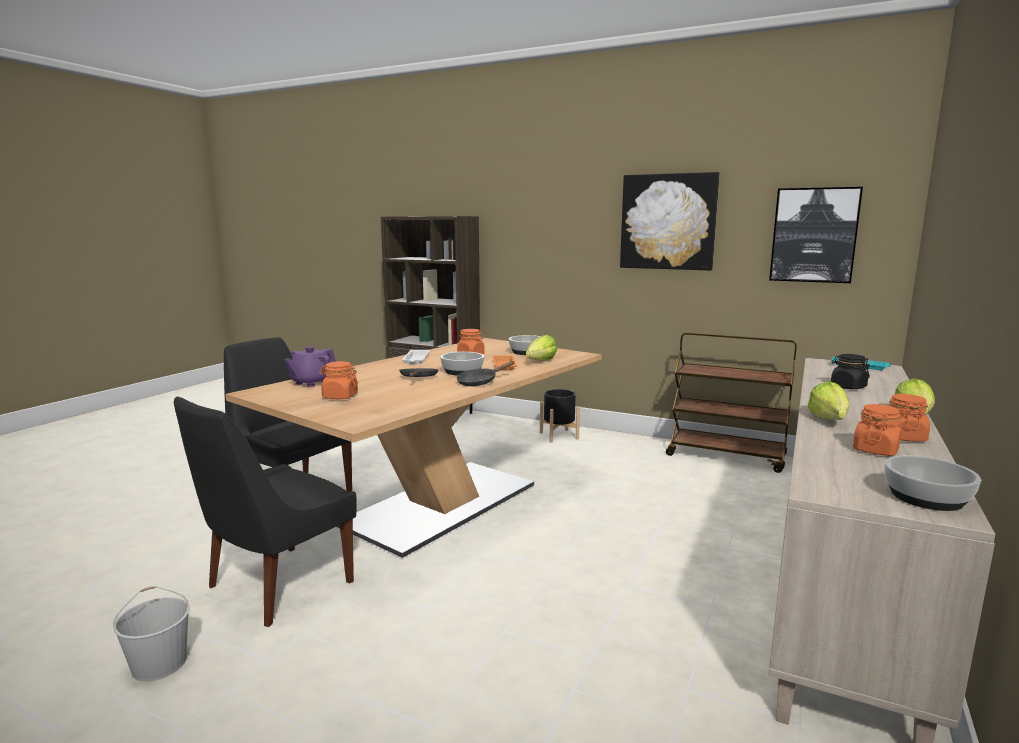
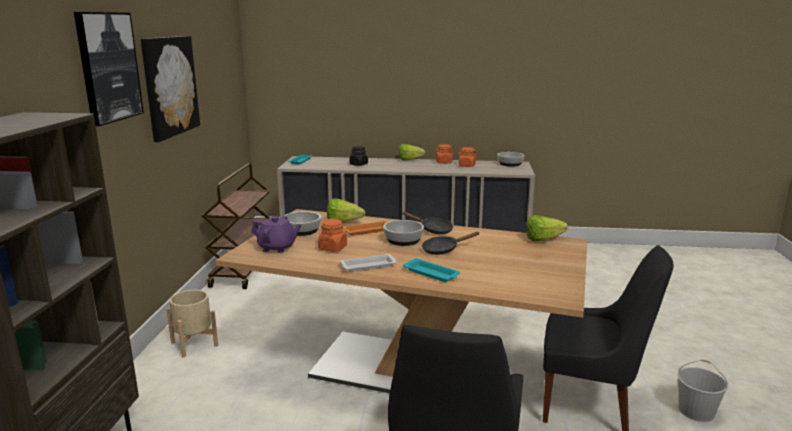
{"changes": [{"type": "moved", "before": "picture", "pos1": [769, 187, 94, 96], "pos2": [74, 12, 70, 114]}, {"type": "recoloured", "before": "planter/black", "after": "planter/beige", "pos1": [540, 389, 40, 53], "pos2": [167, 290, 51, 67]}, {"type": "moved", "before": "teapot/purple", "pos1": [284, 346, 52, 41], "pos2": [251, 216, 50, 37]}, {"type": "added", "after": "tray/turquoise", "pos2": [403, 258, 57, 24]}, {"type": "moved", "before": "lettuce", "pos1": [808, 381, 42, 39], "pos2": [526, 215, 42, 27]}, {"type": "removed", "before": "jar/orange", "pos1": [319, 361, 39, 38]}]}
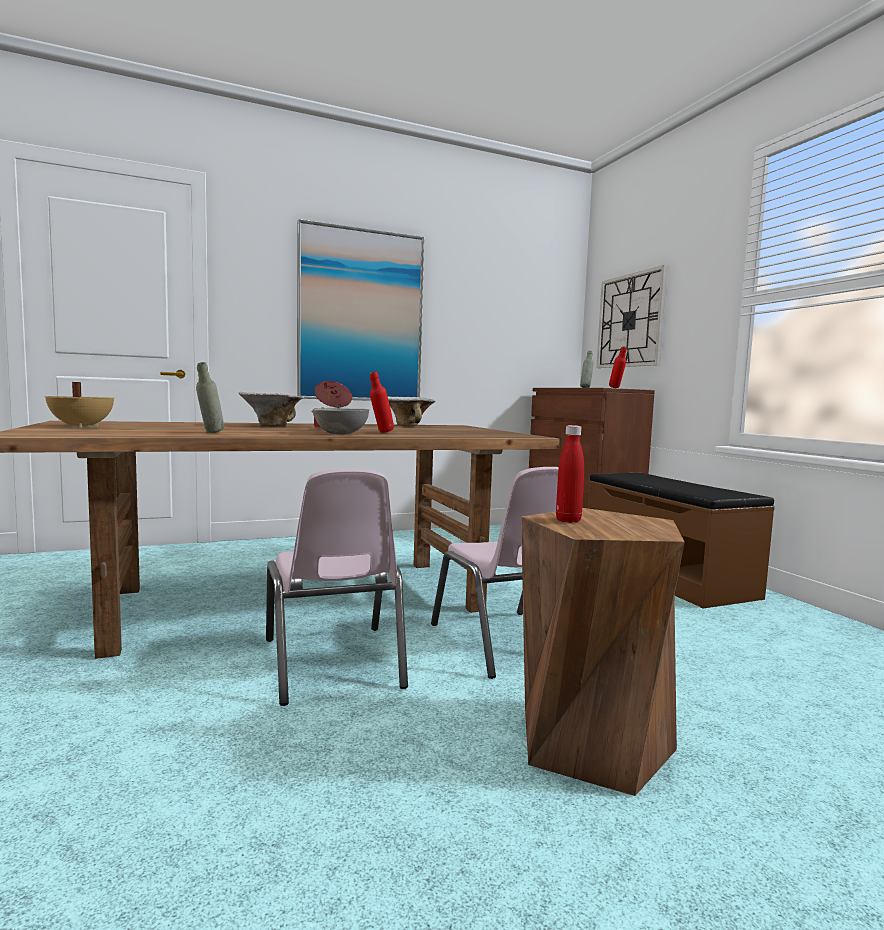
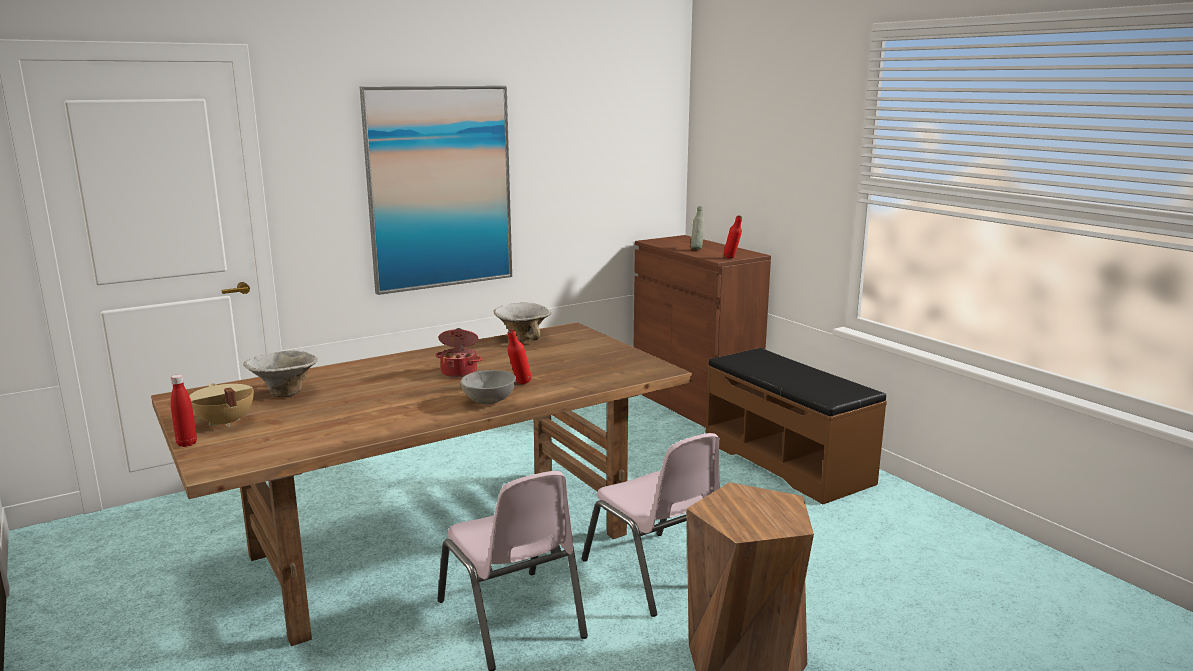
{"changes": [{"type": "moved", "before": "bottle/red", "pos1": [556, 425, 28, 98], "pos2": [171, 374, 26, 73]}, {"type": "moved", "before": "bowl", "pos1": [239, 392, 65, 35], "pos2": [243, 351, 75, 46]}, {"type": "removed", "before": "bottle/grey", "pos1": [196, 362, 28, 71]}, {"type": "removed", "before": "wall clock", "pos1": [596, 265, 71, 103]}]}
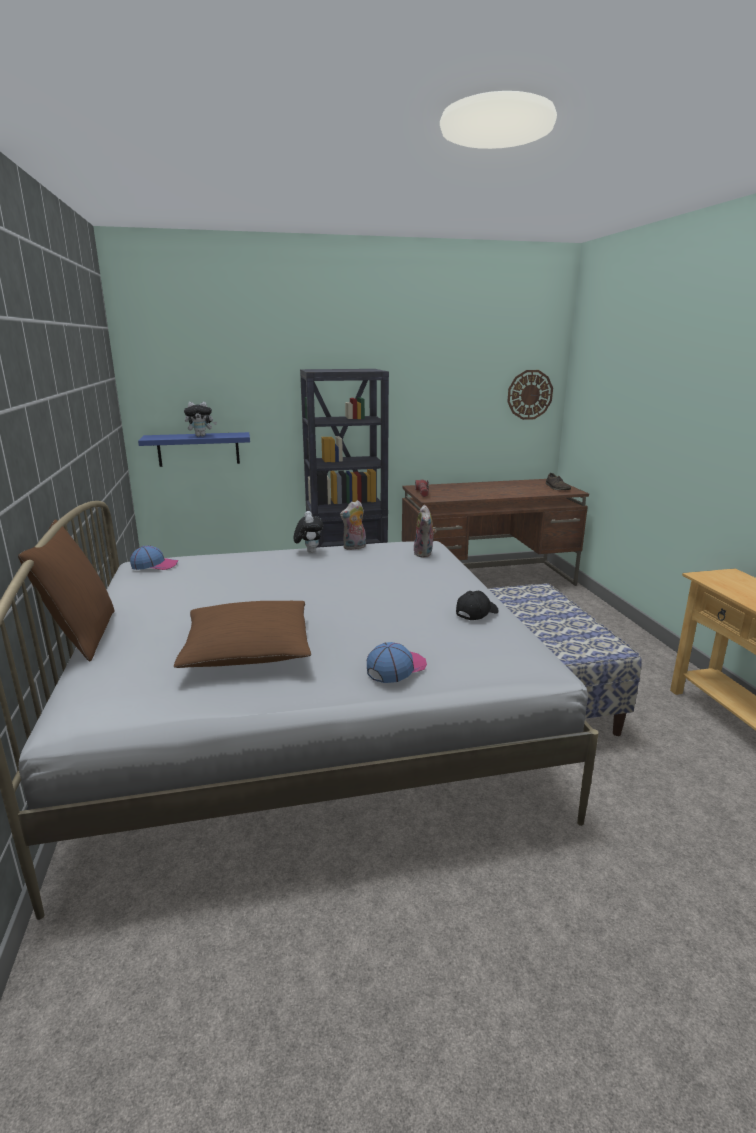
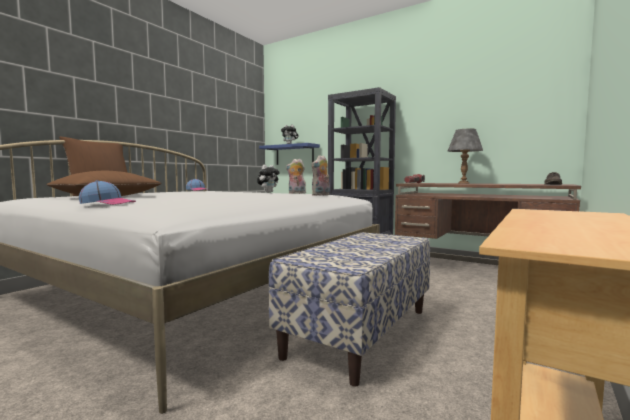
{"changes": [{"type": "added", "after": "table lamp/grey", "pos2": [448, 129, 35, 55]}, {"type": "removed", "before": "cap/black", "pos1": [456, 591, 43, 29]}, {"type": "removed", "before": "wall clock", "pos1": [507, 370, 46, 50]}]}
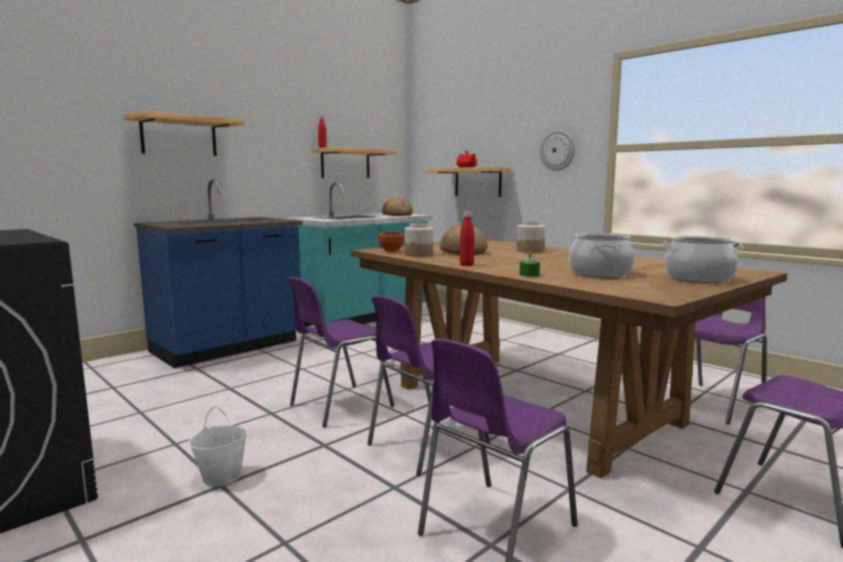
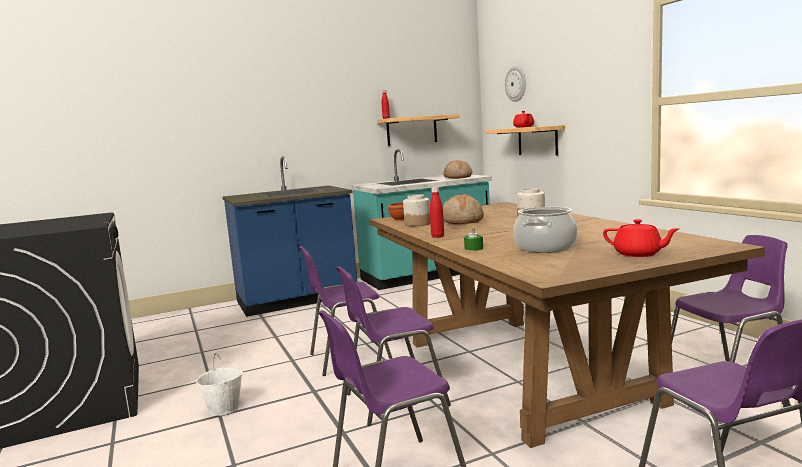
{"changes": [{"type": "moved", "before": "wall clock", "pos1": [540, 130, 35, 41], "pos2": [505, 66, 21, 36]}, {"type": "replaced", "before": "cooking pot", "after": "teapot/red", "pos1": [662, 236, 82, 47], "pos2": [603, 219, 76, 38]}, {"type": "removed", "before": "shelf", "pos1": [124, 111, 121, 45]}]}
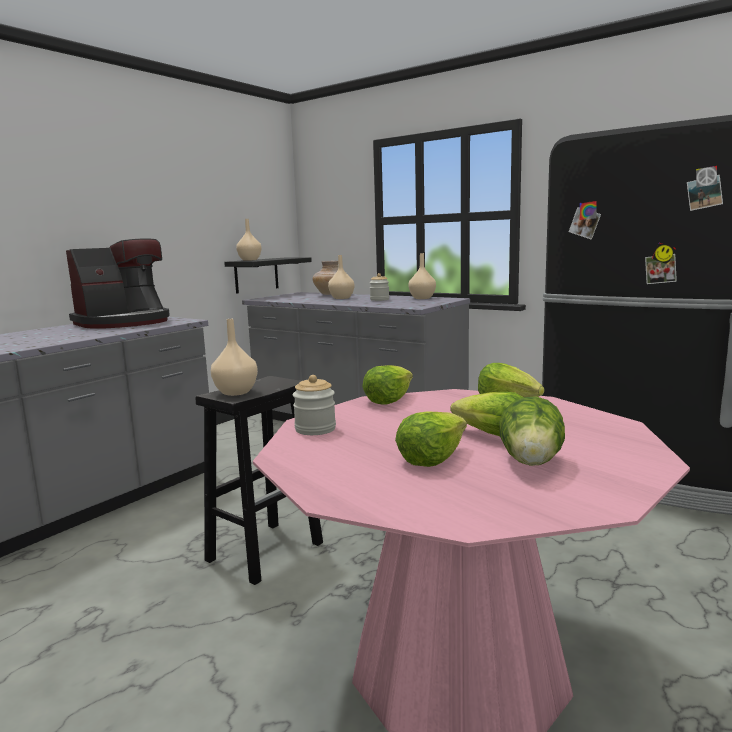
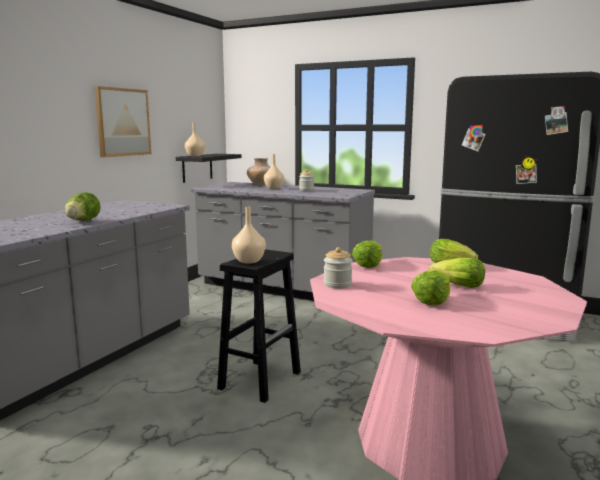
{"changes": [{"type": "moved", "before": "lettuce", "pos1": [499, 396, 66, 70], "pos2": [65, 192, 36, 29]}, {"type": "added", "after": "picture", "pos2": [94, 86, 57, 71]}, {"type": "removed", "before": "coffee machine", "pos1": [66, 238, 104, 91]}, {"type": "removed", "before": "vase/beige", "pos1": [408, 253, 28, 46]}]}
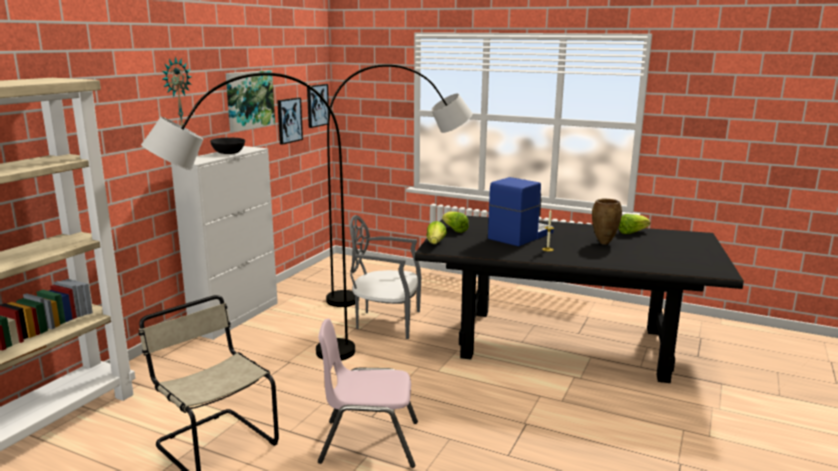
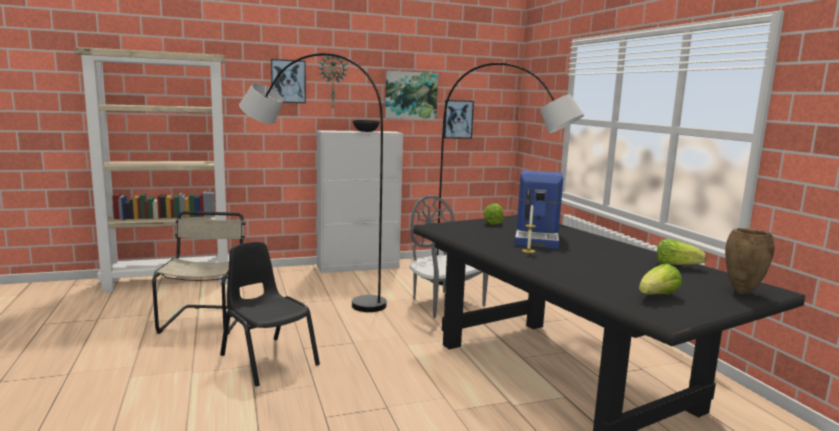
{"changes": [{"type": "recoloured", "before": "chair/pink", "after": "chair/black", "pos1": [318, 318, 100, 150], "pos2": [220, 242, 100, 145]}, {"type": "moved", "before": "picture", "pos1": [307, 84, 22, 44], "pos2": [271, 59, 35, 44]}, {"type": "turned", "before": "coffee machine", "pos1": [488, 177, 66, 70], "pos2": [514, 170, 49, 79], "turn": 105}, {"type": "moved", "before": "lettuce", "pos1": [426, 221, 21, 23], "pos2": [639, 264, 43, 31]}, {"type": "moved", "before": "vase/brown", "pos1": [592, 199, 30, 46], "pos2": [725, 228, 50, 67]}]}
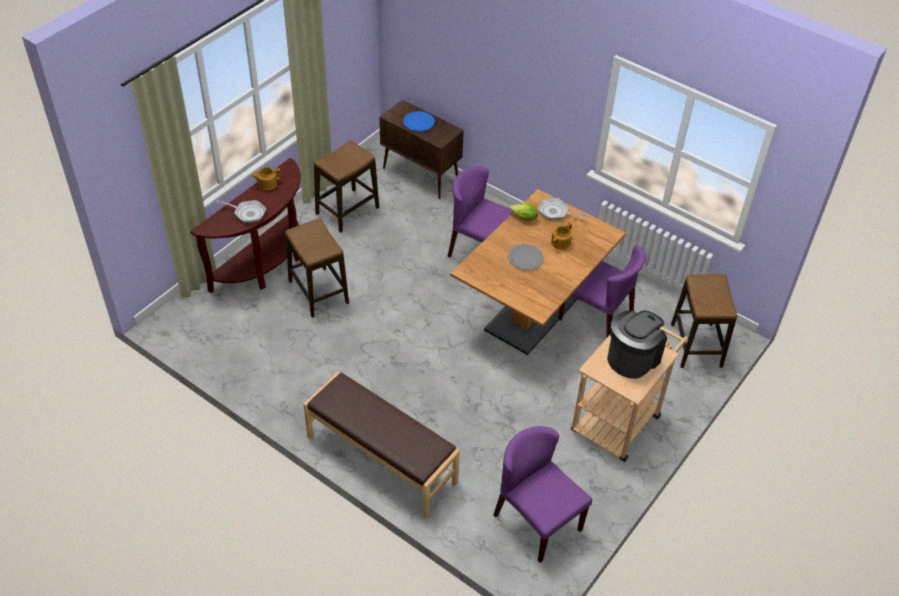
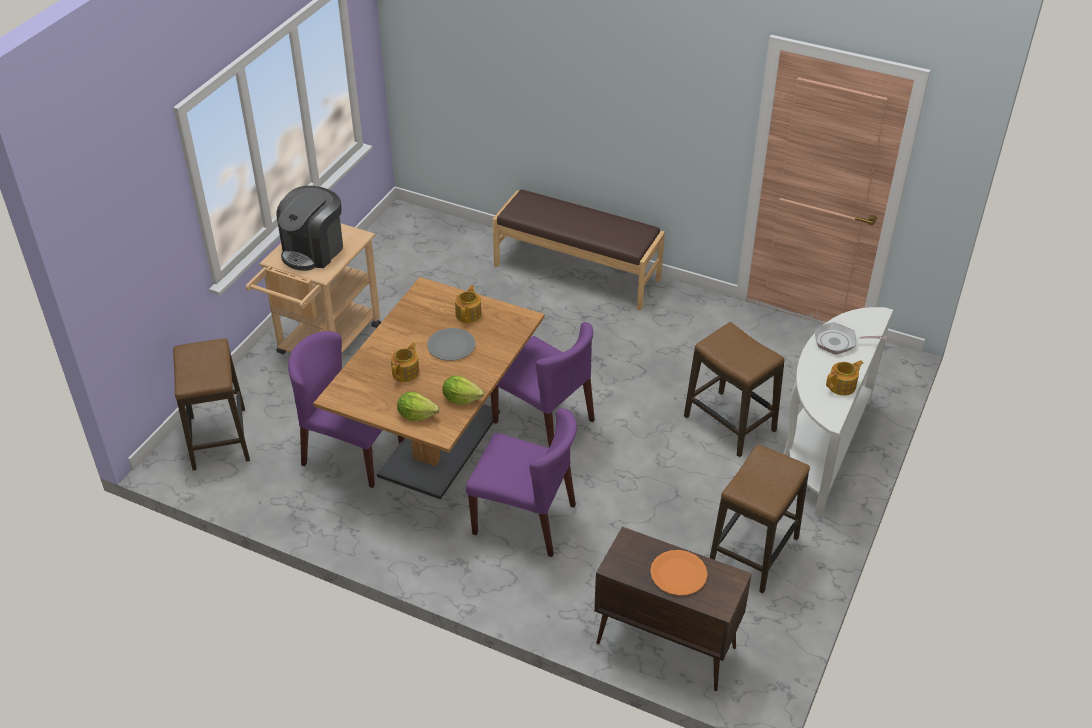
{"changes": [{"type": "replaced", "before": "frying pan", "after": "lettuce", "pos1": [538, 198, 50, 22], "pos2": [397, 392, 43, 29]}, {"type": "added", "after": "teapot", "pos2": [455, 285, 26, 38]}, {"type": "moved", "before": "chair/purple", "pos1": [494, 426, 98, 137], "pos2": [491, 322, 104, 126]}, {"type": "recoloured", "before": "plate/blue", "after": "plate/orange", "pos1": [403, 111, 32, 20], "pos2": [650, 550, 57, 46]}, {"type": "recoloured", "before": "console table/brown", "after": "console table/white", "pos1": [190, 158, 111, 135], "pos2": [783, 307, 110, 210]}]}
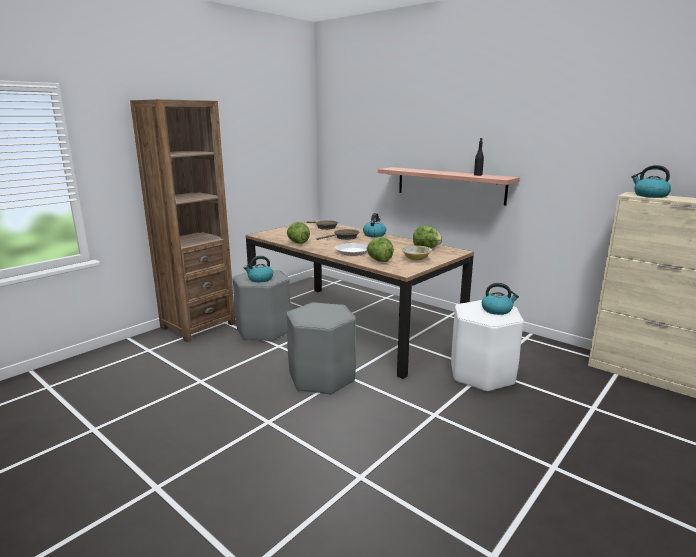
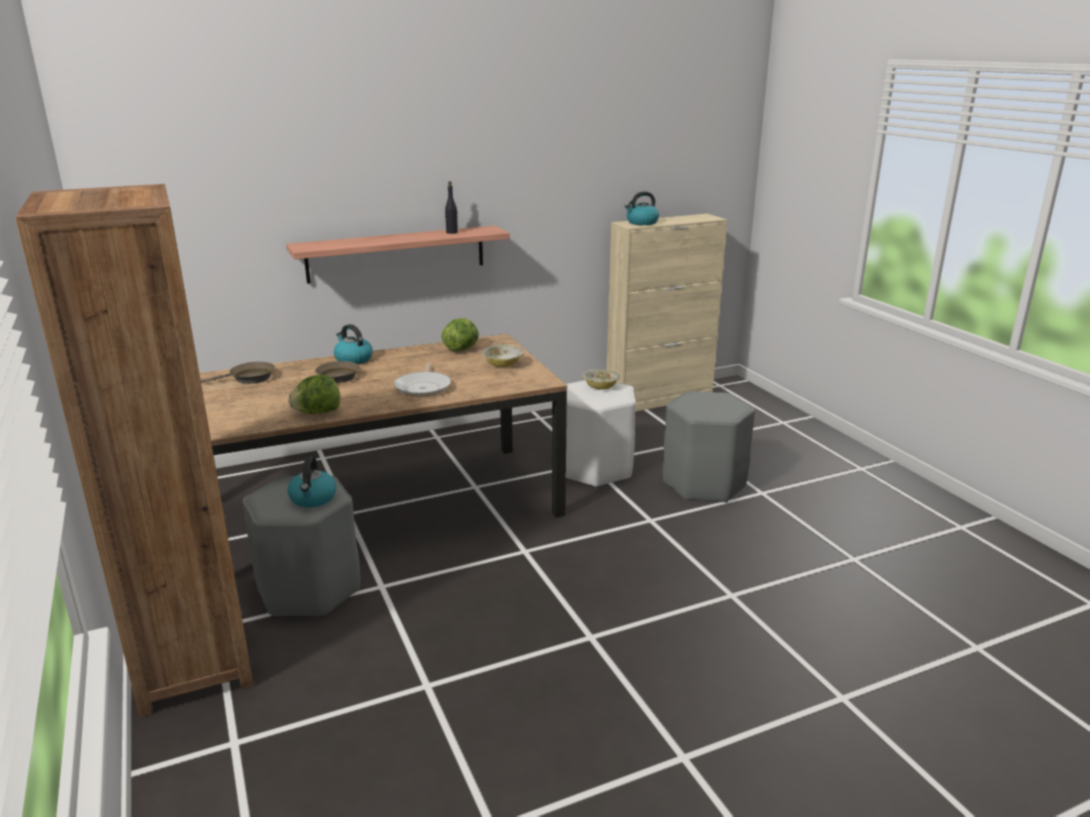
{"changes": [{"type": "replaced", "before": "kettle", "after": "bowl", "pos1": [482, 283, 37, 32], "pos2": [582, 369, 38, 21]}, {"type": "moved", "before": "stool/grey", "pos1": [287, 302, 69, 93], "pos2": [663, 391, 92, 112]}, {"type": "removed", "before": "lettuce", "pos1": [367, 237, 27, 25]}]}
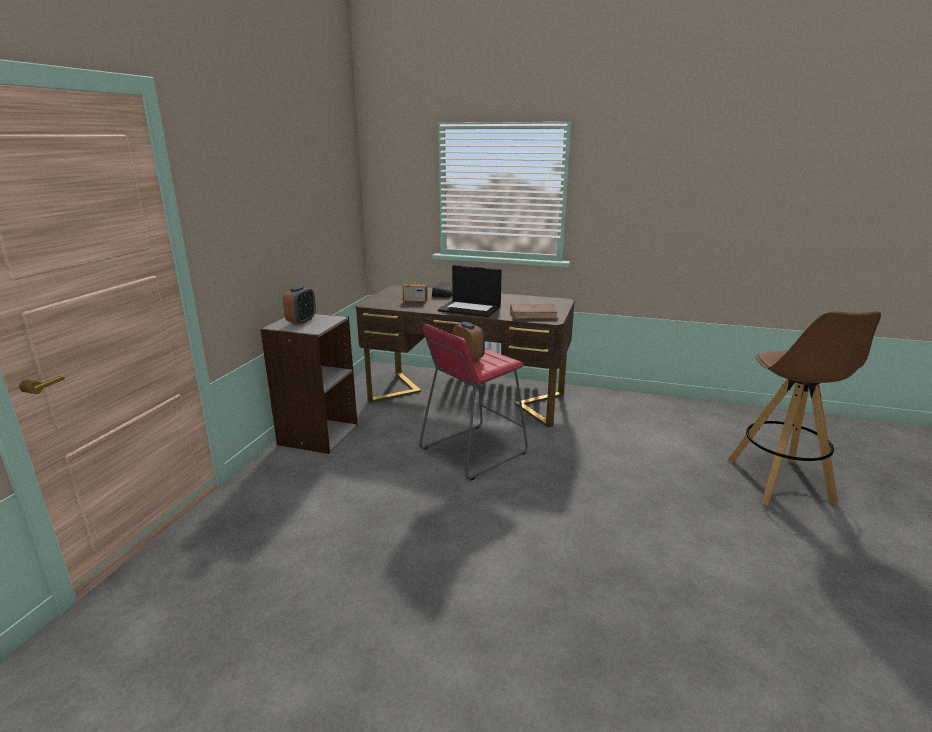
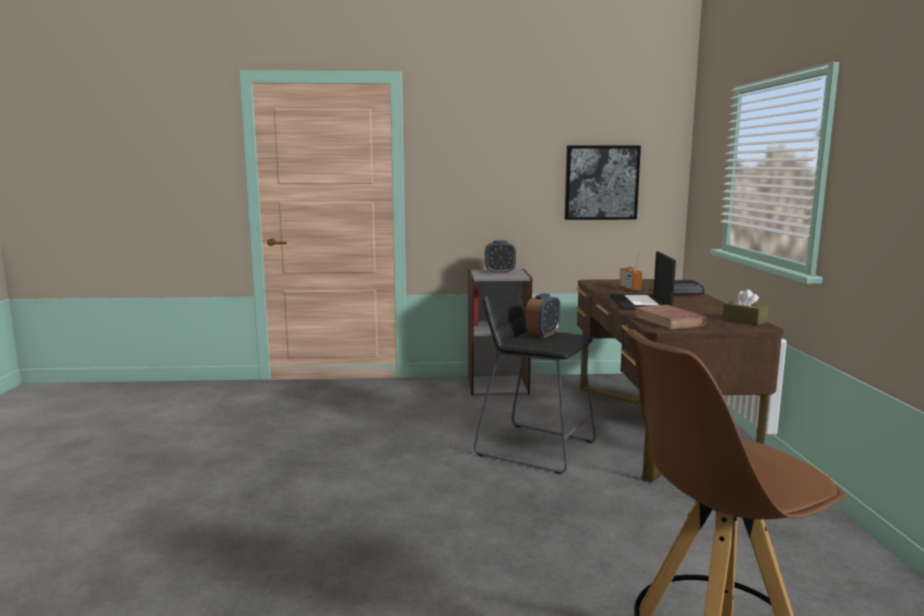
{"changes": [{"type": "recoloured", "before": "stool/red", "after": "stool/black", "pos1": [419, 324, 109, 157], "pos2": [474, 285, 122, 190]}, {"type": "added", "after": "picture", "pos2": [565, 145, 76, 75]}, {"type": "added", "after": "tissue box/brown", "pos2": [722, 289, 46, 36]}]}
